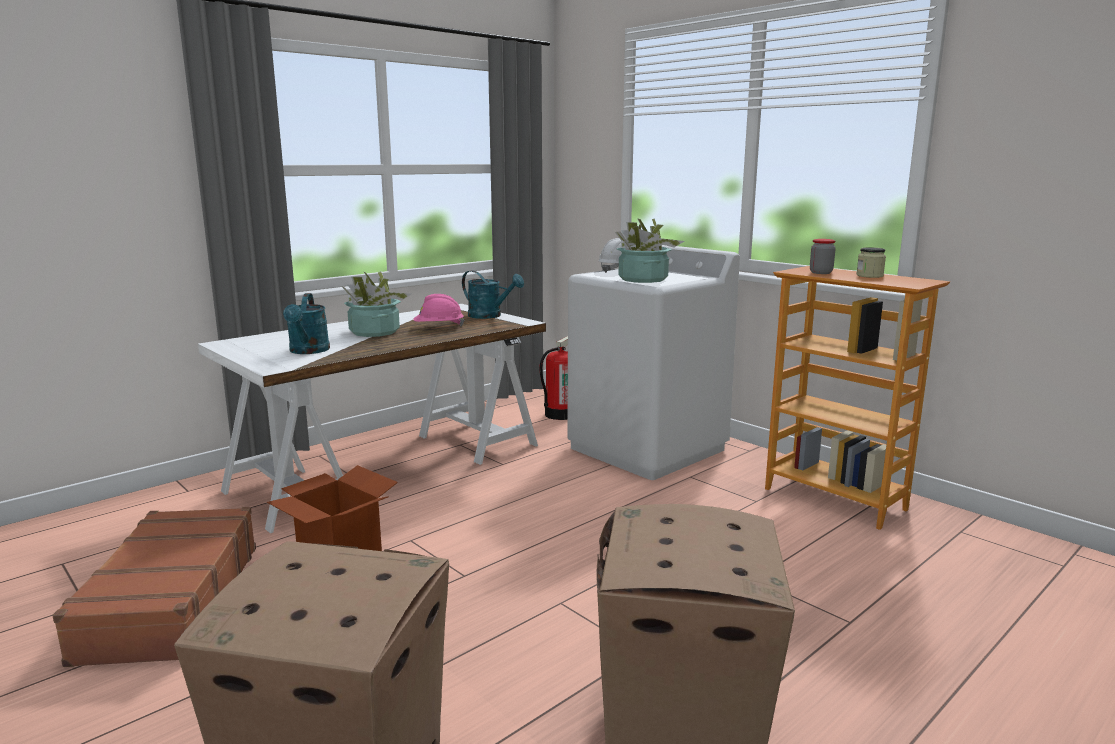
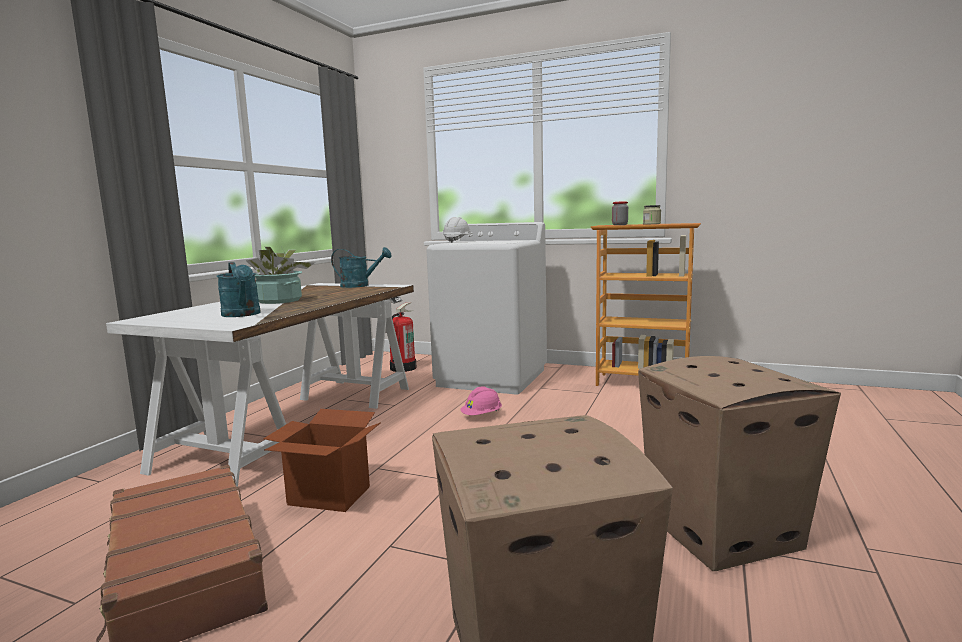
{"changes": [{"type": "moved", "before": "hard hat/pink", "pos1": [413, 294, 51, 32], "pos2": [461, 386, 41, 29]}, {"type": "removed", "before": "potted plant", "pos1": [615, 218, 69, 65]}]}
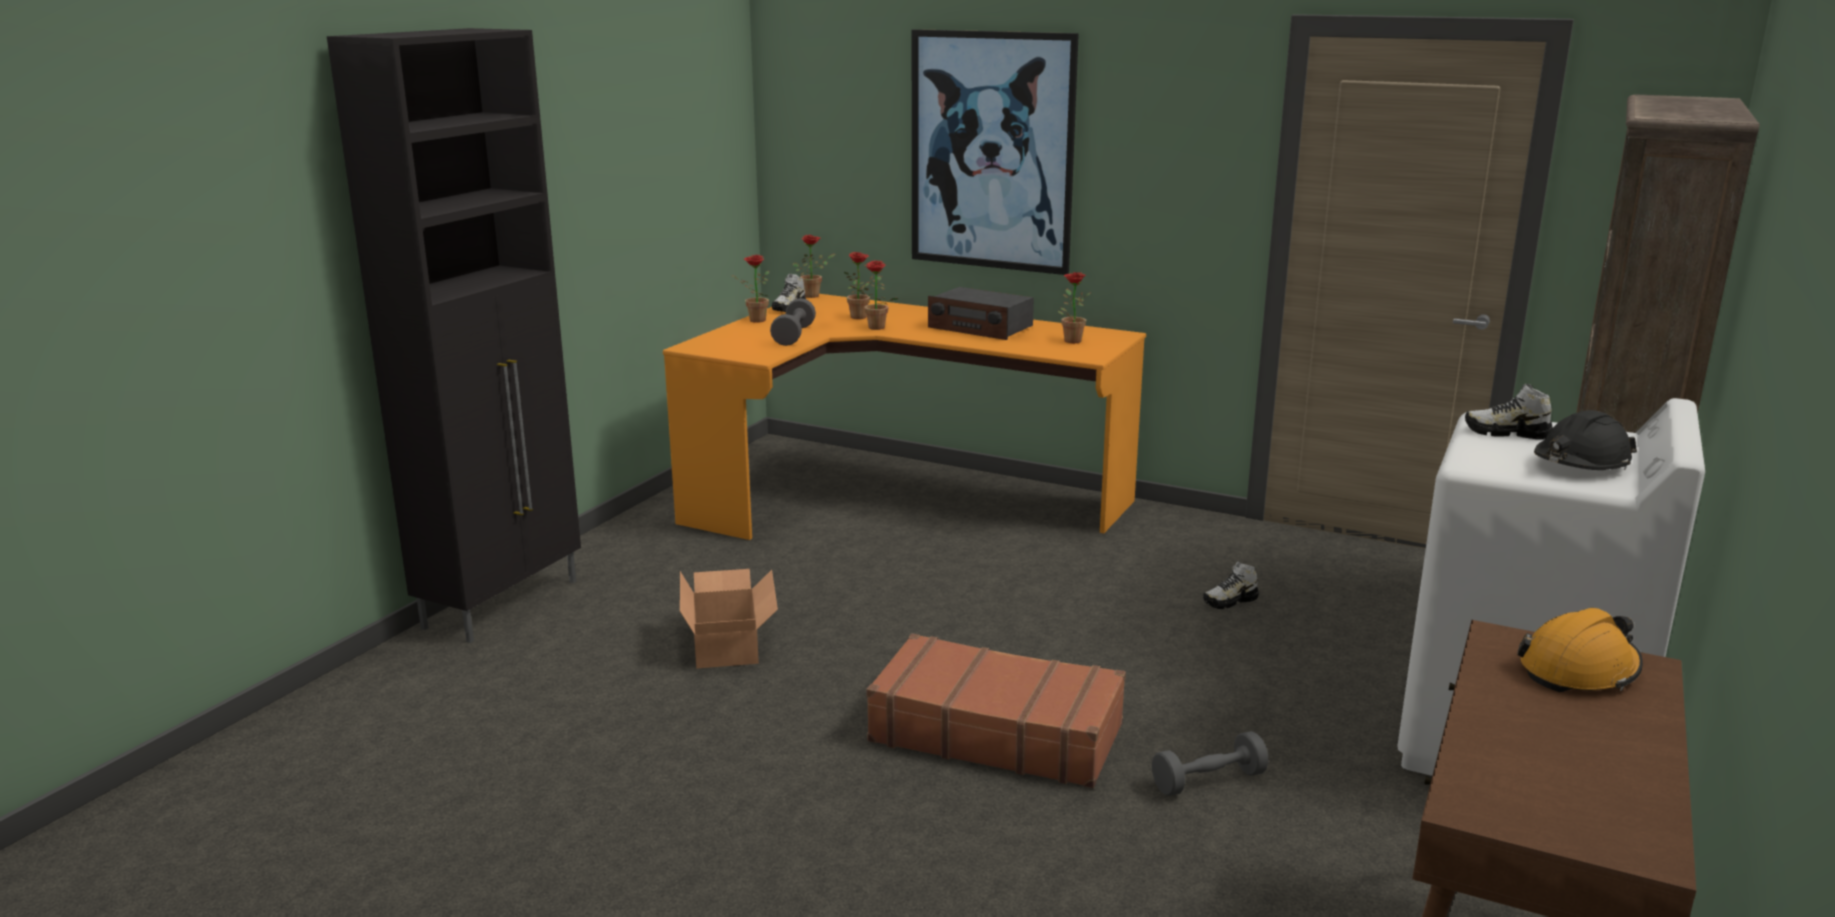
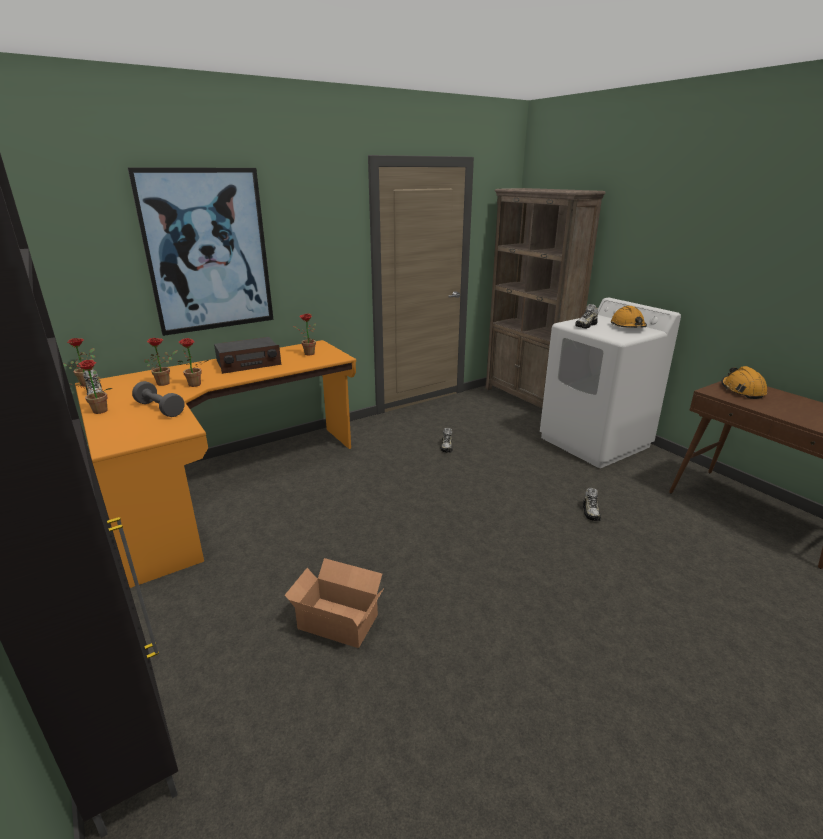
{"changes": [{"type": "replaced", "before": "dumbbell/grey", "after": "shoe", "pos1": [1152, 731, 116, 65], "pos2": [583, 488, 18, 33]}, {"type": "recoloured", "before": "hard hat/black", "after": "hard hat/orange", "pos1": [1534, 410, 103, 60], "pos2": [611, 306, 36, 22]}, {"type": "removed", "before": "suitcase/brown", "pos1": [867, 633, 259, 155]}]}
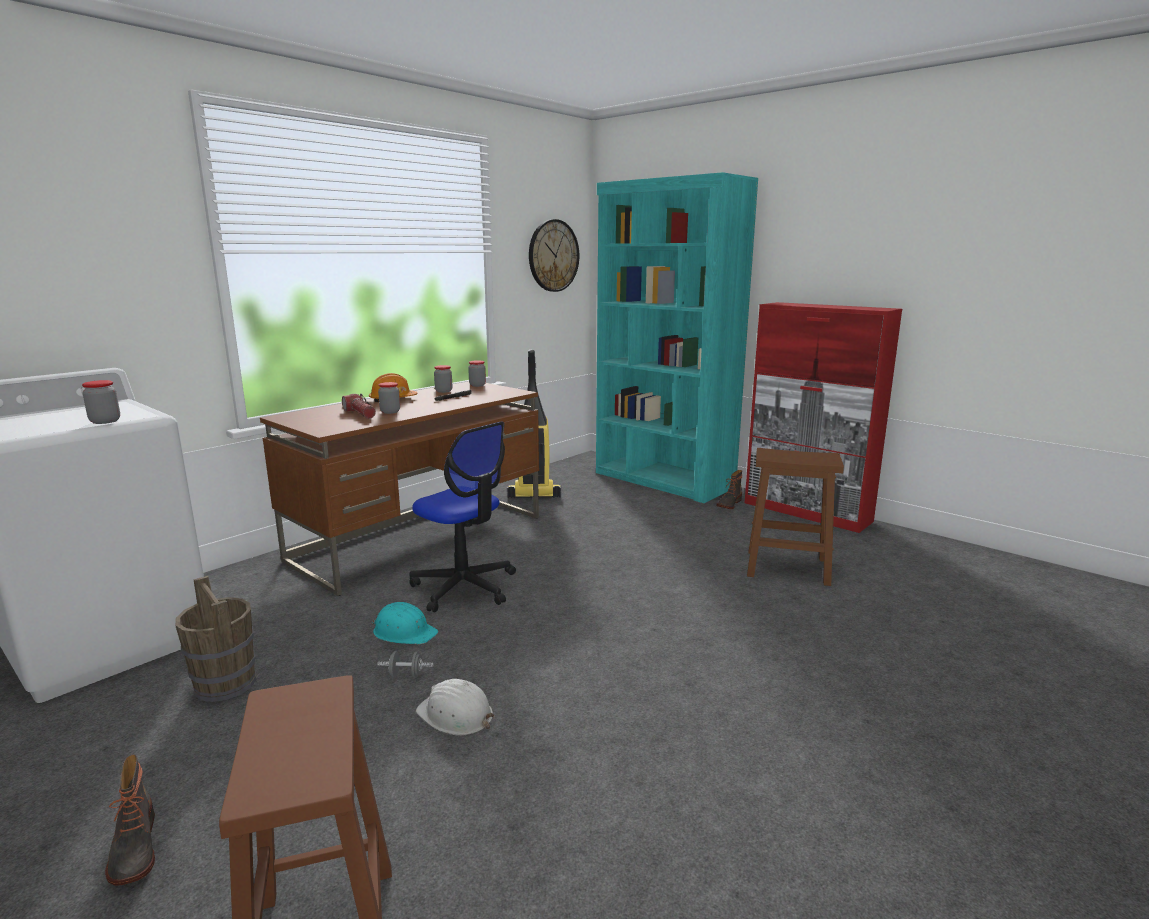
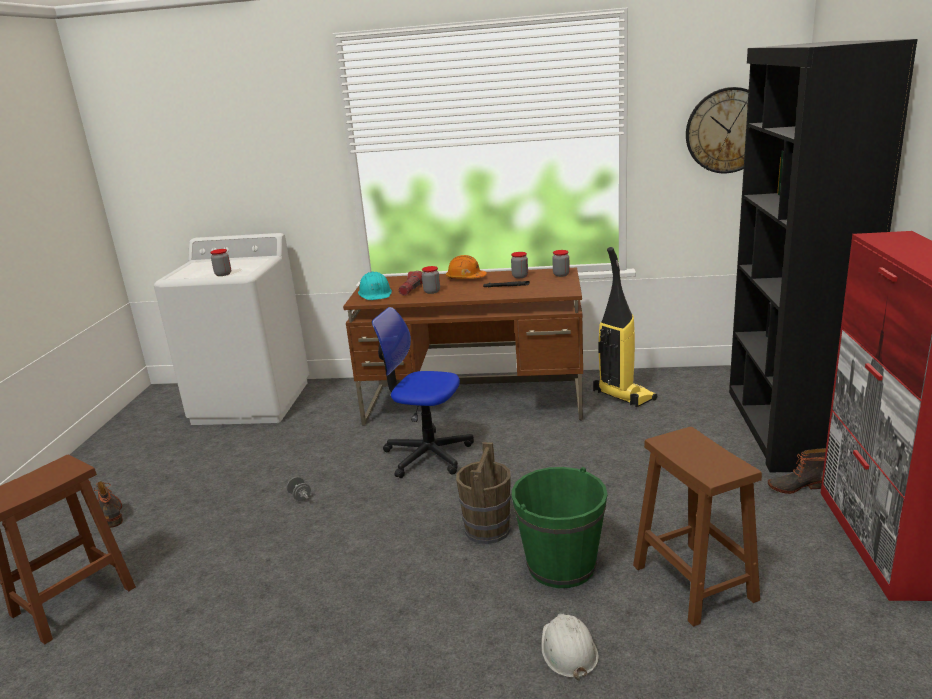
{"changes": [{"type": "turned", "before": "boot", "pos1": [105, 754, 50, 132], "pos2": [94, 481, 29, 47], "turn": 120}, {"type": "moved", "before": "hard hat/turquoise", "pos1": [372, 602, 66, 42], "pos2": [358, 272, 34, 28]}, {"type": "turned", "before": "office chair", "pos1": [409, 422, 107, 190], "pos2": [371, 307, 103, 171], "turn": 105}, {"type": "moved", "before": "bucket/brown", "pos1": [175, 576, 81, 126], "pos2": [456, 442, 55, 102]}, {"type": "added", "after": "bucket/green", "pos2": [512, 467, 96, 121]}, {"type": "moved", "before": "hard hat/white", "pos1": [416, 679, 79, 57], "pos2": [541, 613, 58, 68]}, {"type": "recoloured", "before": "bookcase/turquoise", "after": "bookcase/black", "pos1": [596, 172, 162, 331], "pos2": [729, 39, 188, 434]}]}
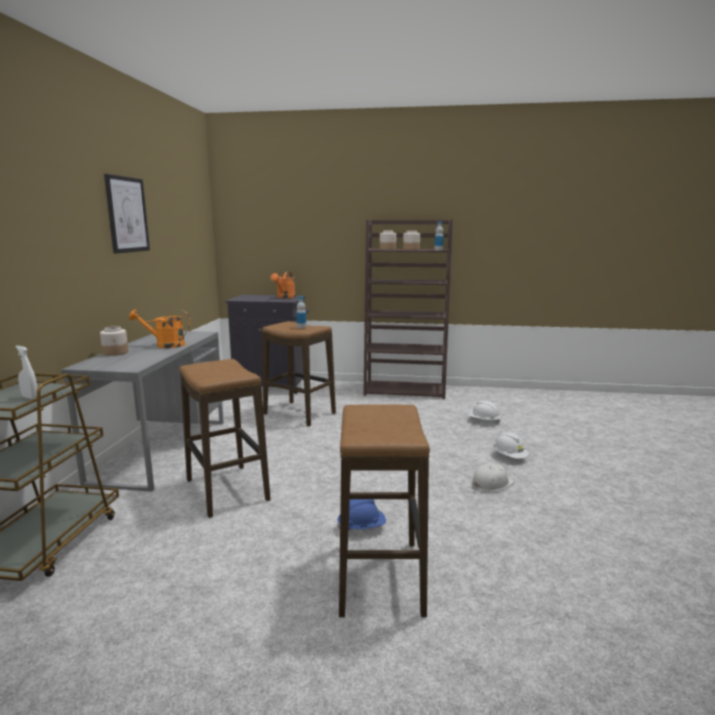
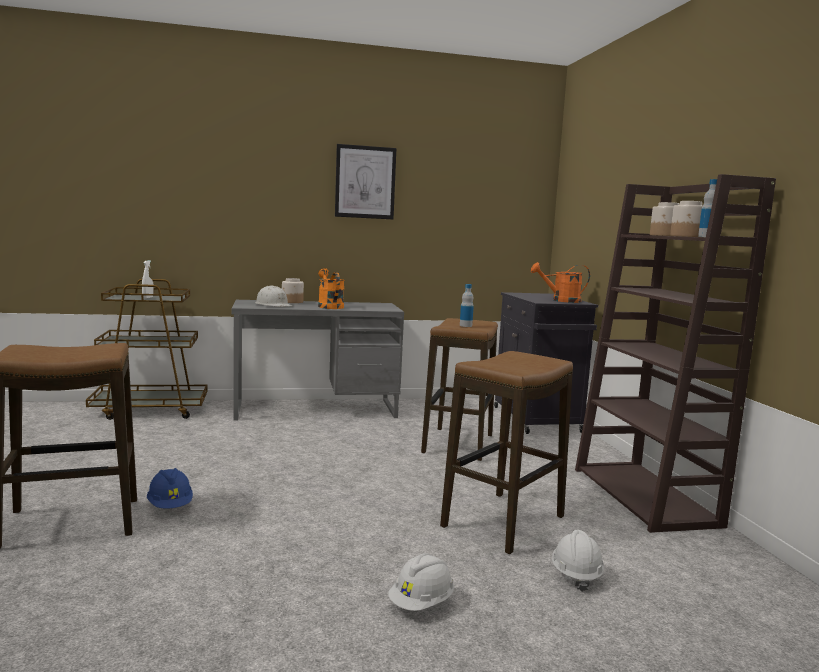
{"changes": [{"type": "moved", "before": "hard hat/white", "pos1": [471, 463, 44, 29], "pos2": [255, 285, 38, 22]}, {"type": "moved", "before": "stool", "pos1": [179, 359, 92, 159], "pos2": [440, 351, 133, 203]}]}
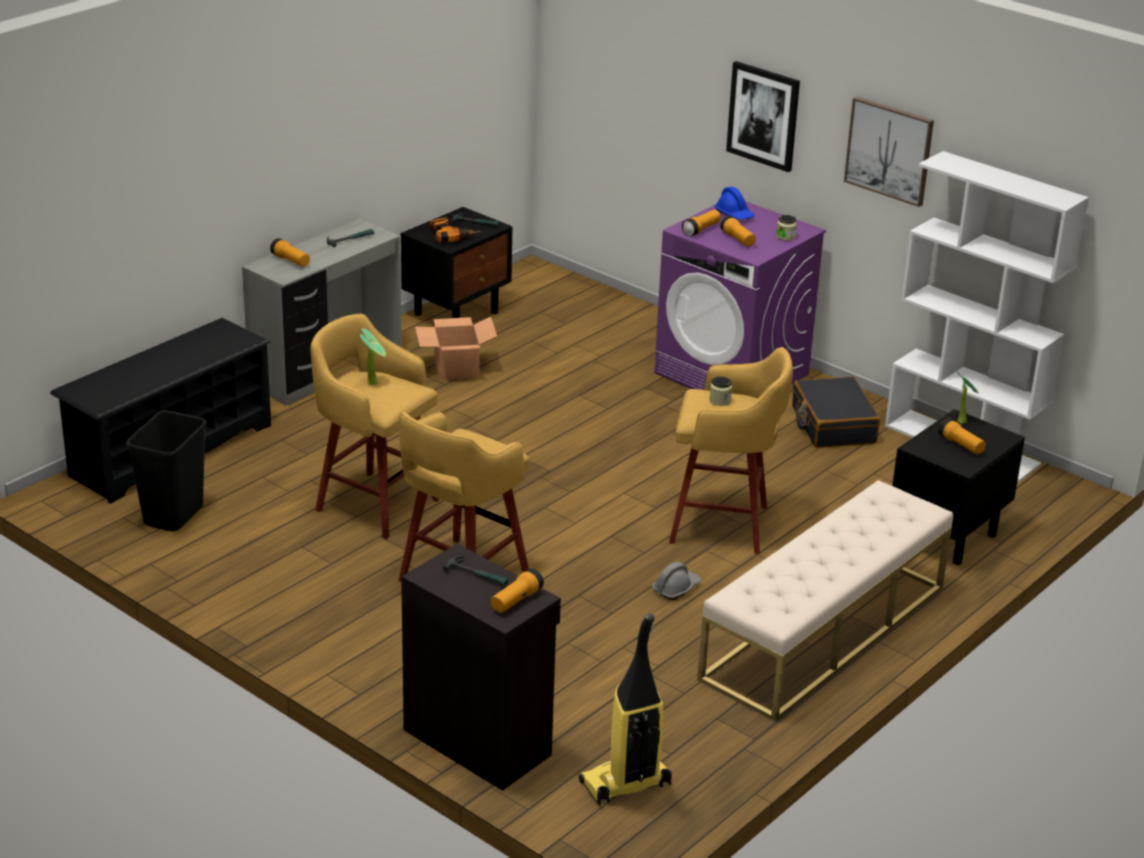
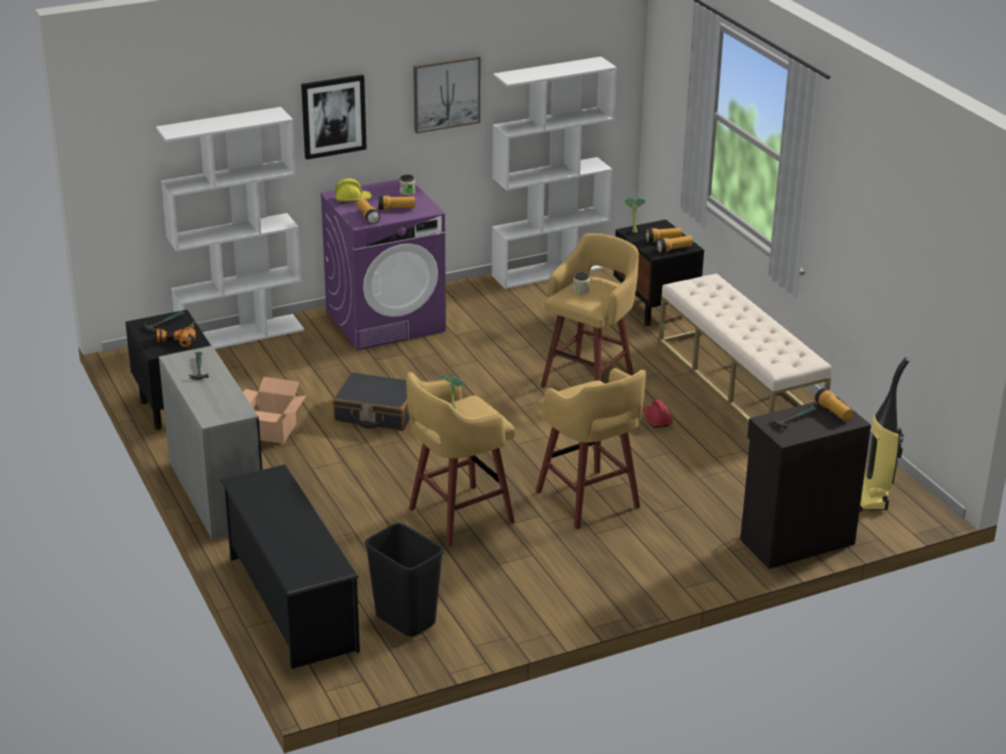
{"changes": [{"type": "added", "after": "bookcase/white", "pos2": [156, 107, 148, 242]}, {"type": "moved", "before": "suitcase/black", "pos1": [792, 377, 88, 71], "pos2": [333, 372, 77, 59]}, {"type": "recoloured", "before": "hard hat/blue", "after": "hard hat/yellow", "pos1": [715, 187, 40, 33], "pos2": [335, 179, 37, 25]}, {"type": "recoloured", "before": "hard hat/grey", "after": "hard hat/red", "pos1": [652, 562, 49, 38], "pos2": [643, 399, 30, 29]}, {"type": "moved", "before": "flashlight", "pos1": [270, 238, 40, 29], "pos2": [656, 235, 37, 18]}]}
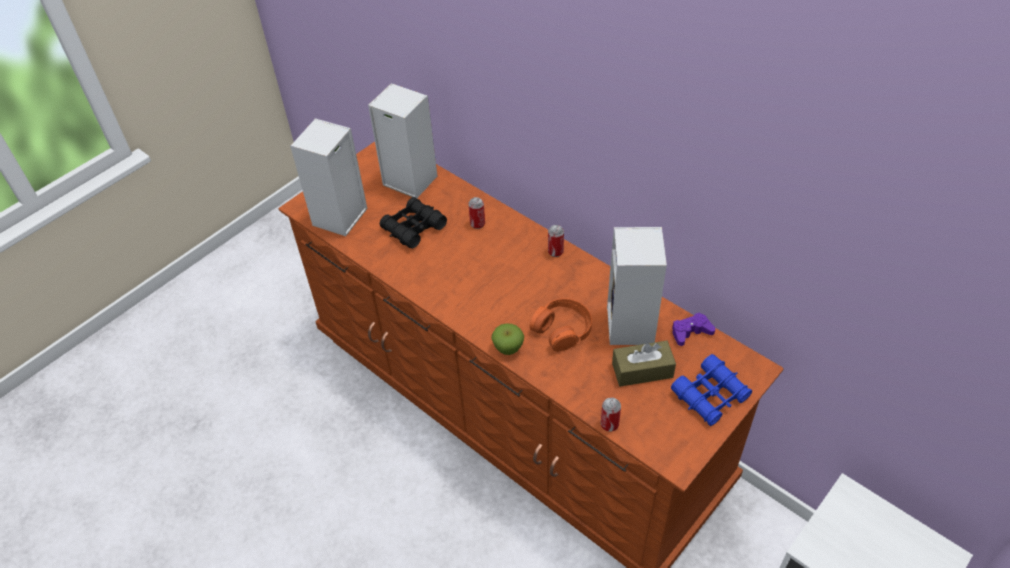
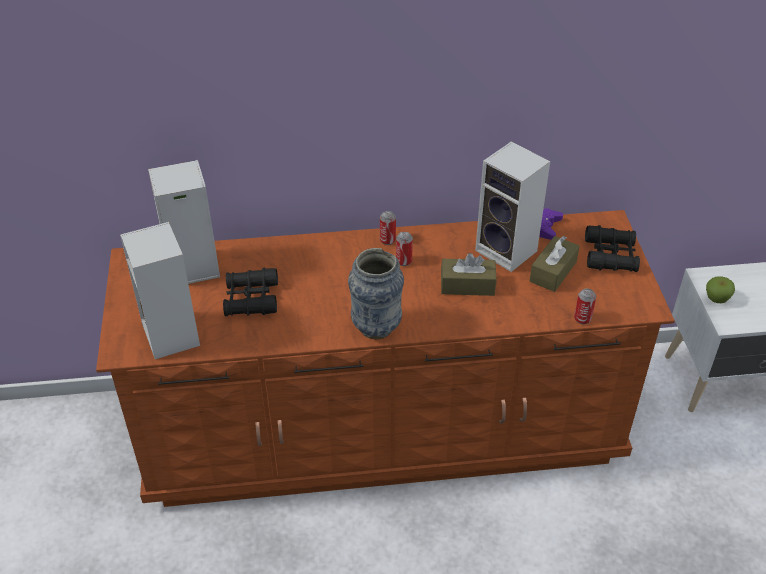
{"changes": [{"type": "added", "after": "vase", "pos2": [348, 248, 56, 92]}, {"type": "moved", "before": "can", "pos1": [468, 197, 17, 32], "pos2": [396, 232, 17, 34]}, {"type": "replaced", "before": "headphones/orange", "after": "tissue box/brown", "pos1": [530, 298, 62, 54], "pos2": [441, 253, 56, 43]}, {"type": "recoloured", "before": "binoculars/blue", "after": "binoculars/black", "pos1": [671, 354, 81, 72], "pos2": [585, 225, 55, 47]}, {"type": "moved", "before": "apple", "pos1": [491, 323, 33, 32], "pos2": [706, 276, 29, 27]}]}
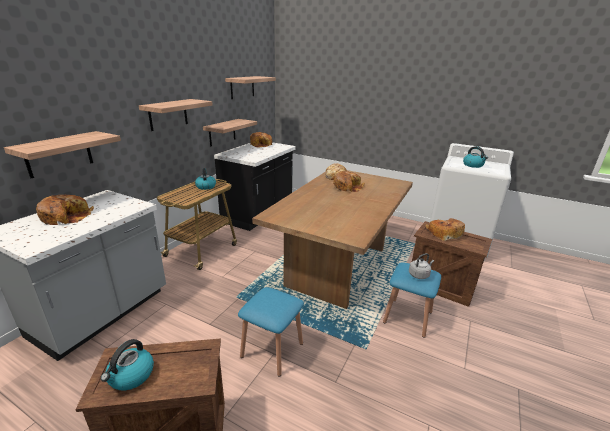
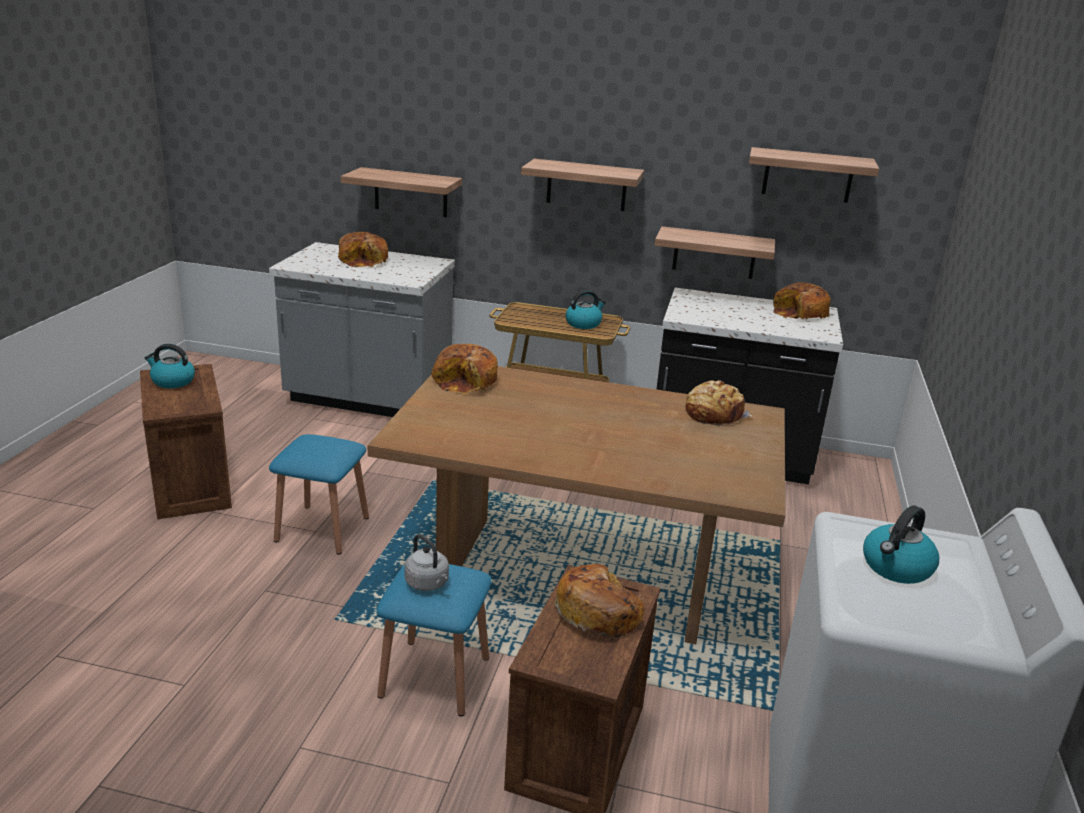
{"changes": [{"type": "moved", "before": "bread", "pos1": [333, 171, 32, 21], "pos2": [431, 344, 67, 50]}]}
